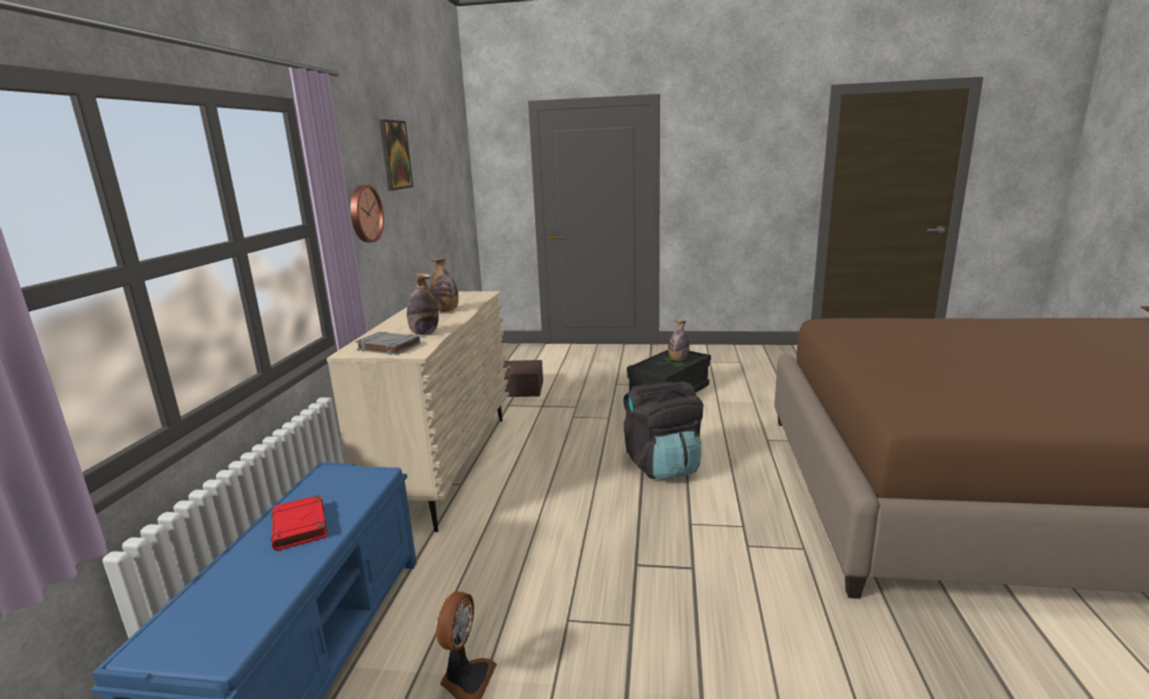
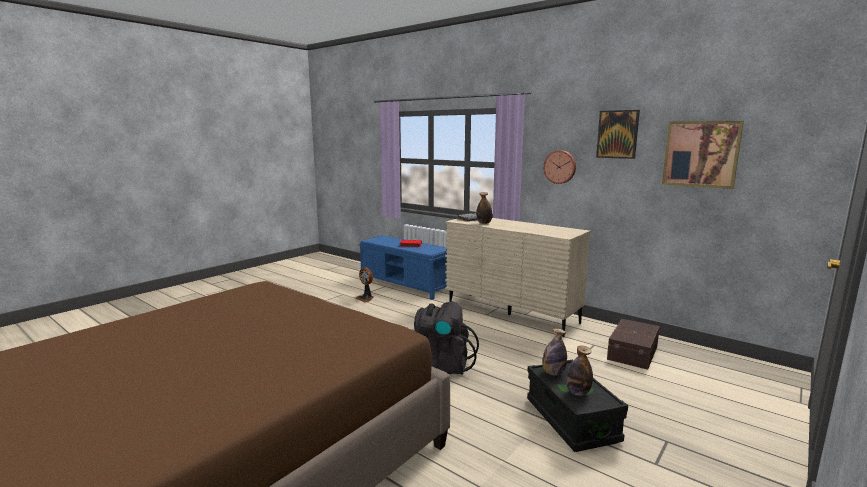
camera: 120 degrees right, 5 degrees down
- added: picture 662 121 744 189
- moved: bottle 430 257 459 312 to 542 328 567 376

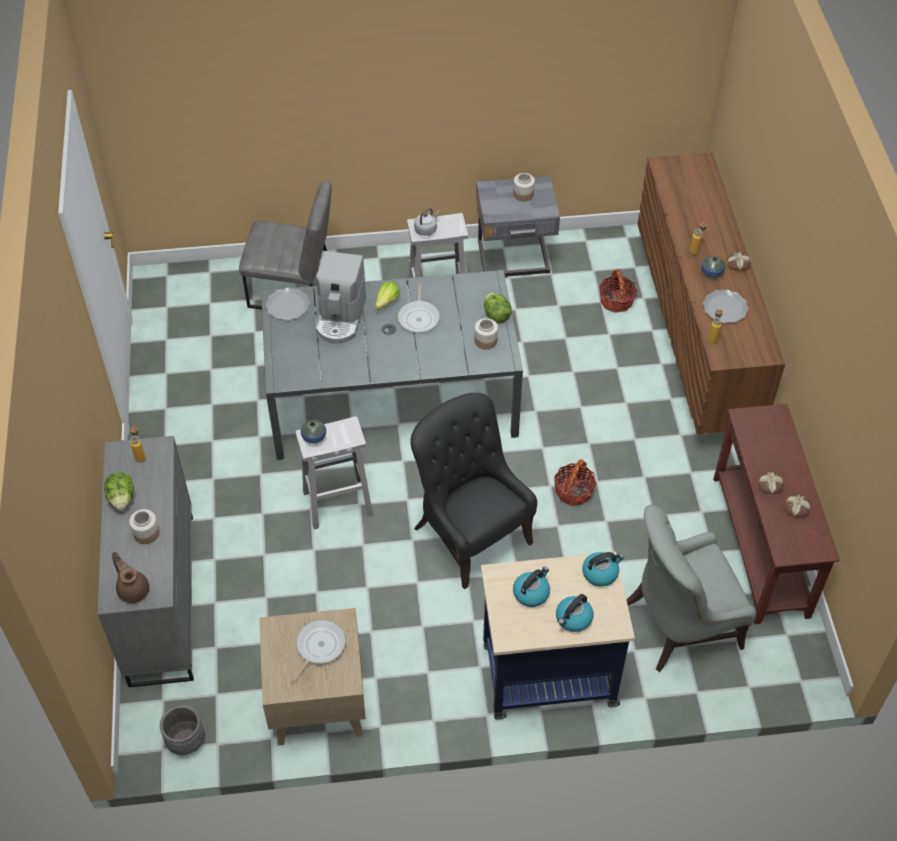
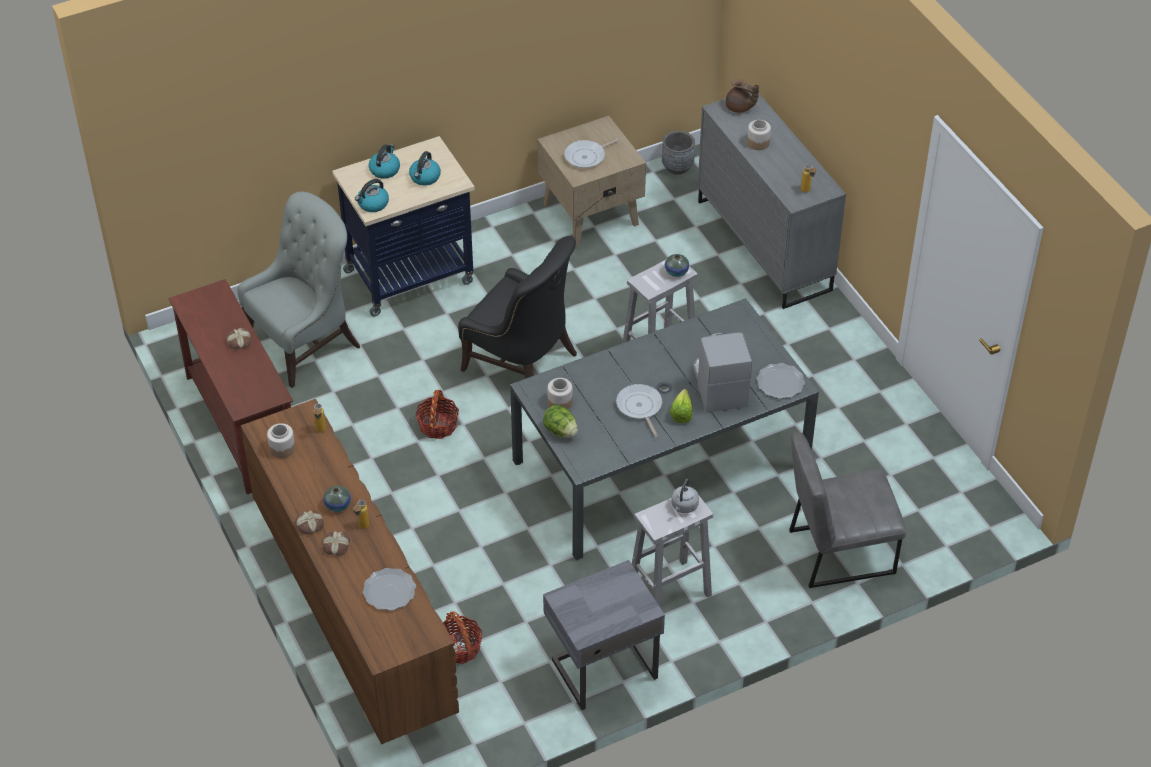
camera: 160 degrees right, 5 degrees down
- removed: lettuce 104 472 134 510
- moved: jar 513 173 535 201 to 267 423 295 458
- moved: plate 703 290 749 323 to 363 568 416 611
- moved: bread 784 494 811 518 to 323 531 350 556
- turned: frying pan 290 620 346 684 = 564 138 621 168 45 degrees clockwise

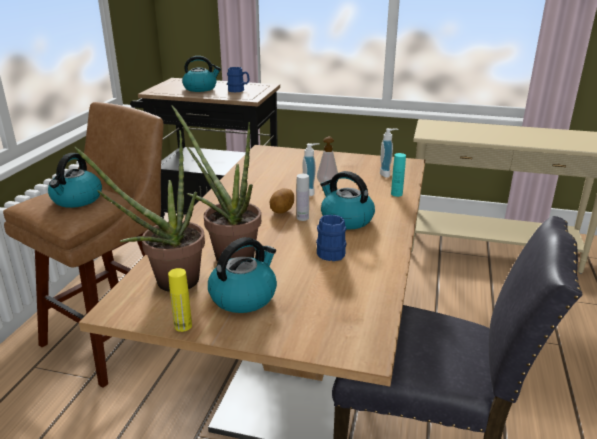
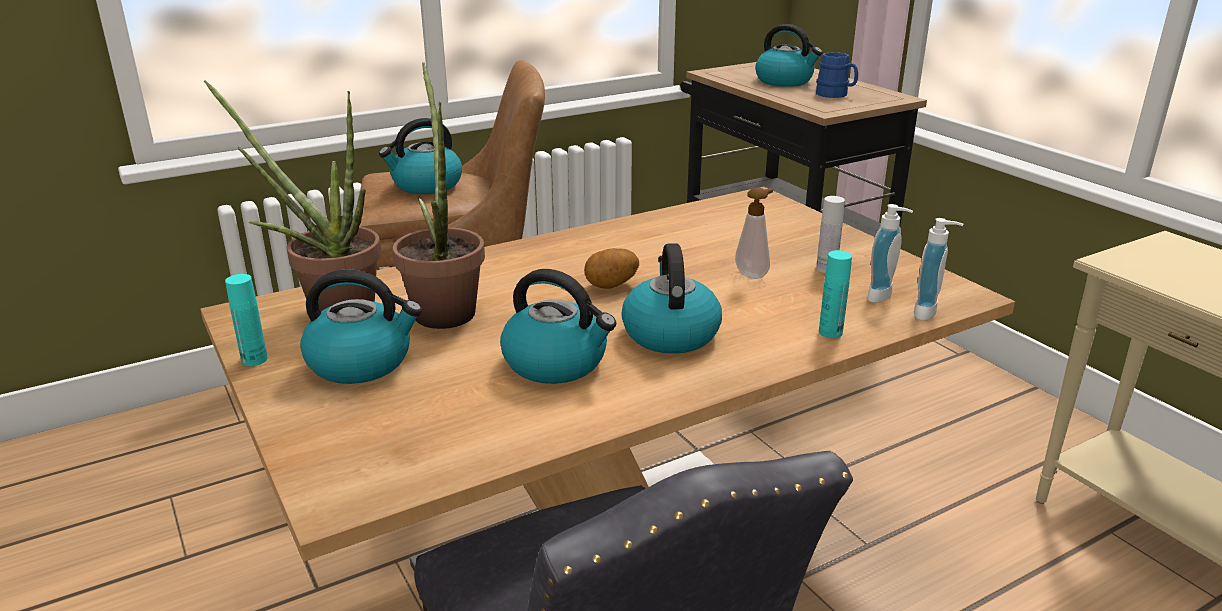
camera: 45 degrees right, 0 degrees up
- moved: bottle/white 296 174 309 221 to 816 196 845 273
- moved: soap dispenser 303 143 320 196 to 914 218 964 320
- replaced: mug/blue 316 215 347 261 to kettle 500 269 616 384
- recoloured: bottle/yellow 168 268 192 332 to bottle/turquoise 225 274 268 366

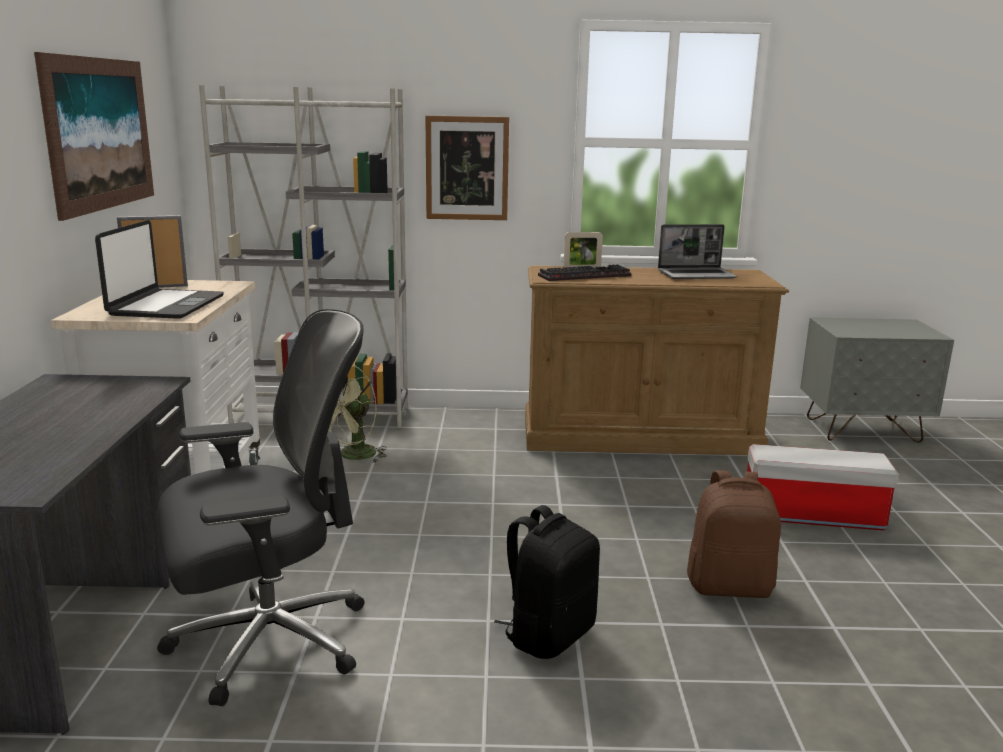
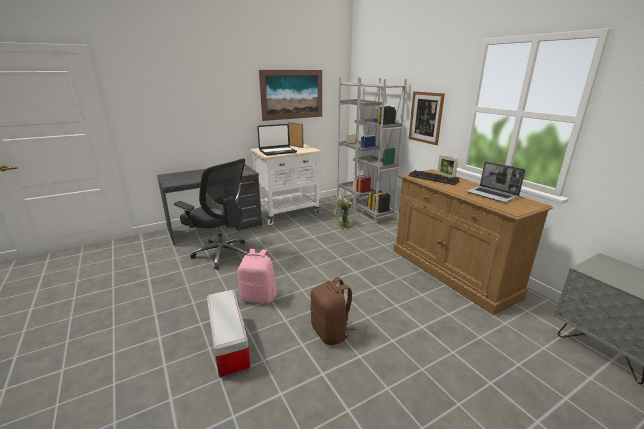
camera: 60 degrees right, 5 degrees up
- moved: storage box 747 444 899 530 to 207 290 251 378
- recoloured: backpack/black 494 505 600 659 to backpack/pink 237 249 276 303

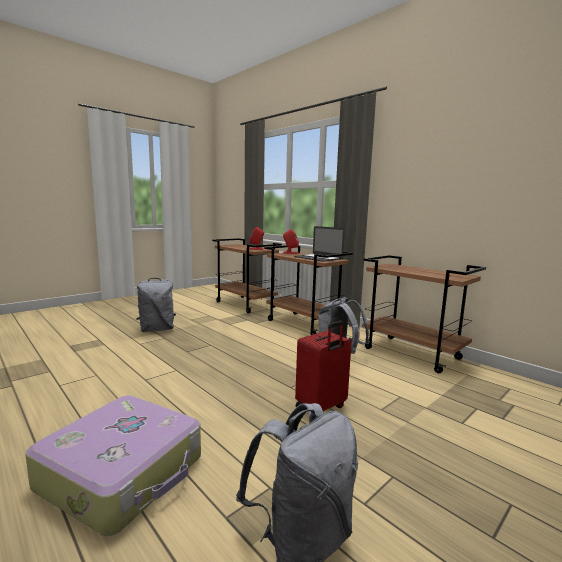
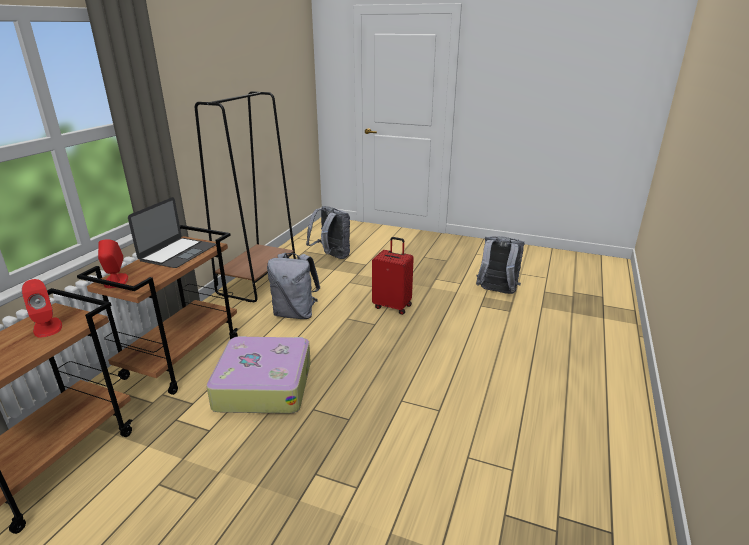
camera: 115 degrees left, 15 degrees up
- moved: suitcase 25 396 201 536 to 206 336 311 414
- moved: backpack/grey 136 278 176 332 to 306 206 350 259
- replaced: cart/brown 362 255 486 373 to clothes rack 195 91 296 302

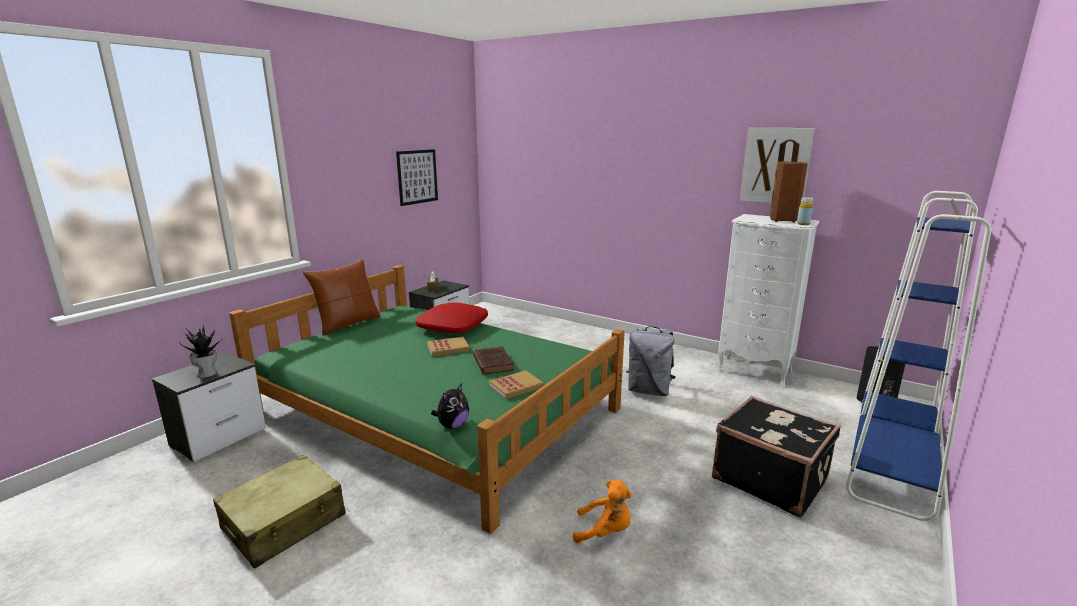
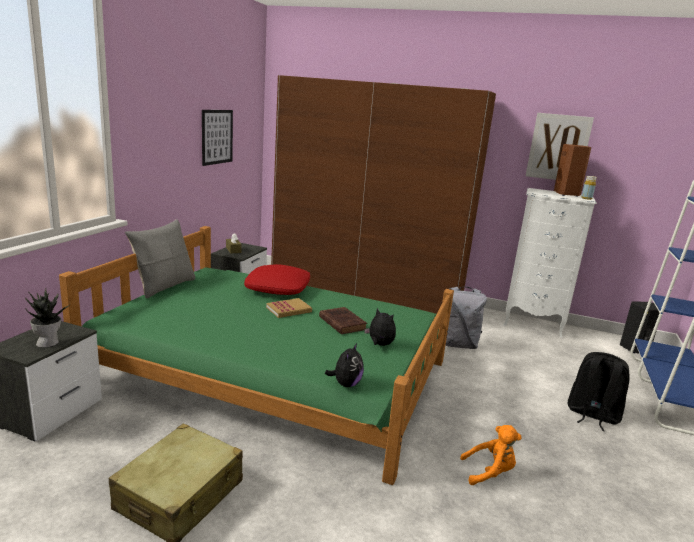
camera: 15 degrees left, 0 degrees up
- added: wardrobe/brown 271 75 496 314
- replaced: book 489 371 544 399 to plush toy 364 308 396 346
- replaced: suitcase/black 712 396 841 518 to backpack/black 568 352 630 431
- recoloured: pillow/brown 303 259 381 335 to pillow/grey 125 219 195 299

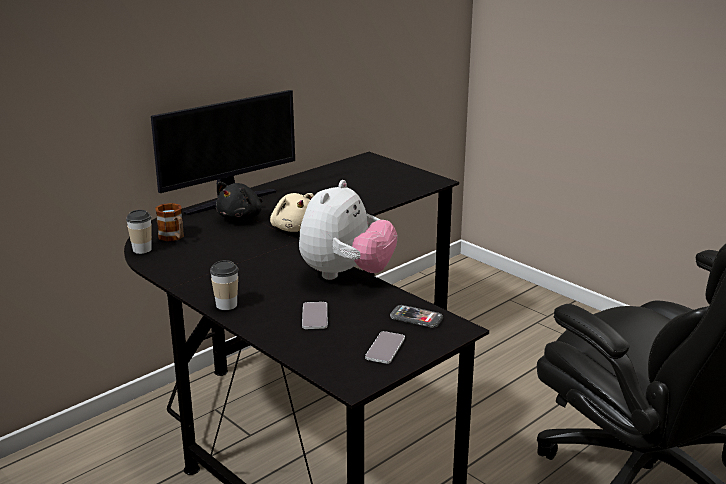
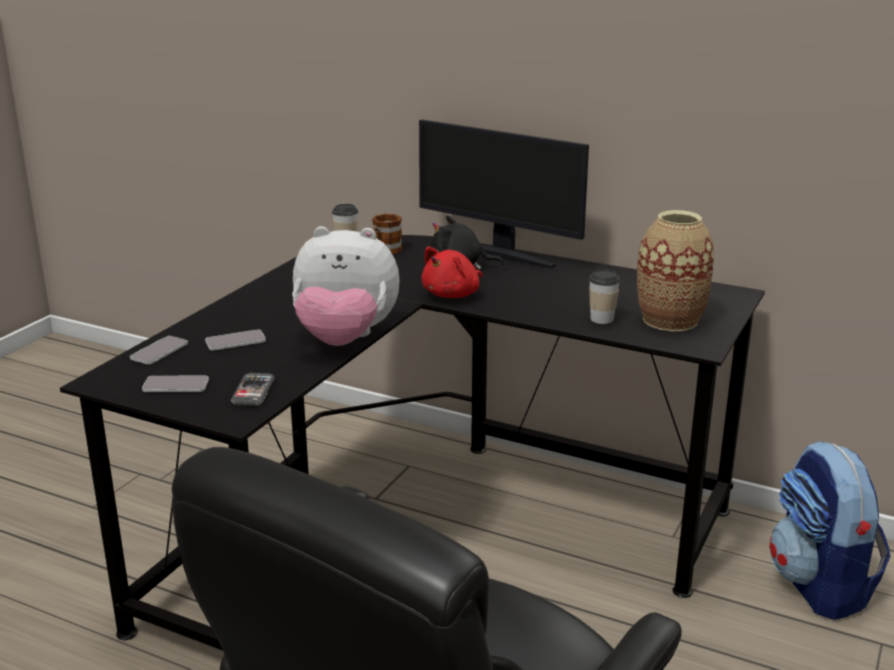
camera: 70 degrees right, 0 degrees up
- added: phone 130 336 188 364
- added: vase 637 210 714 331
- added: backpack 769 441 891 620
- moved: cup 210 260 238 310 to 589 269 620 324
- recoloured: plush toy/beige 270 193 314 232 to plush toy/red 422 247 483 298

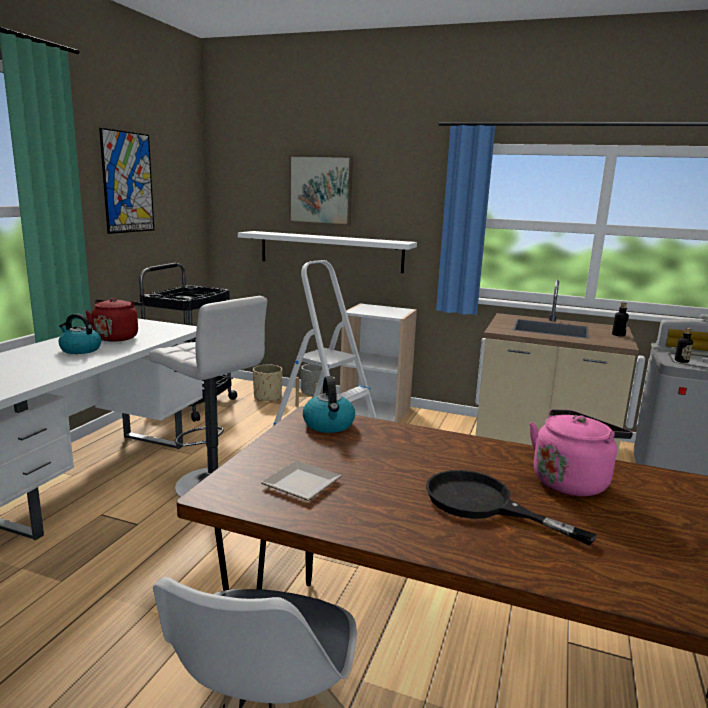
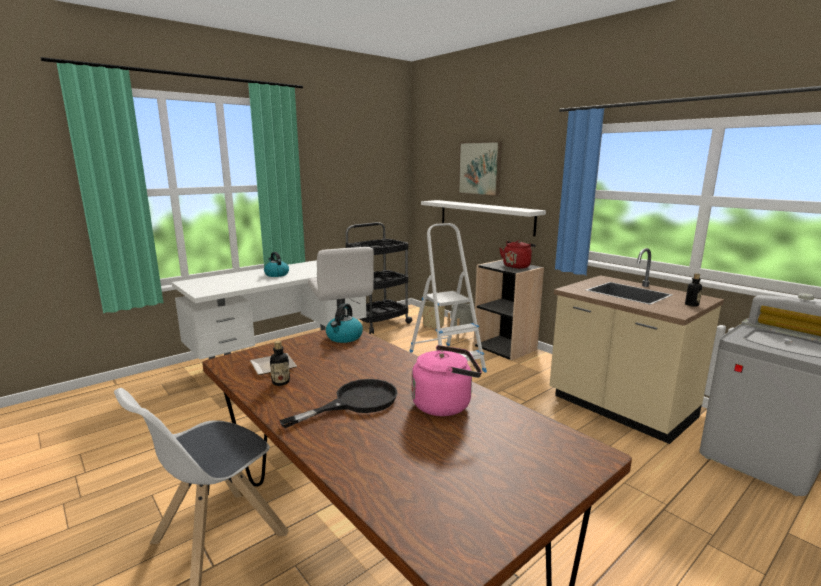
camera: 30 degrees right, 0 degrees up
- removed: picture 99 128 154 234
- moved: kettle/red 85 298 143 342 to 500 240 536 269
- moved: bottle 675 328 693 363 to 270 341 290 386
- recoloured: bookcase/white 340 304 417 422 to bookcase/black 473 260 544 360
- turned: frying pan/black 426 470 597 545 = 279 379 398 428 75 degrees clockwise

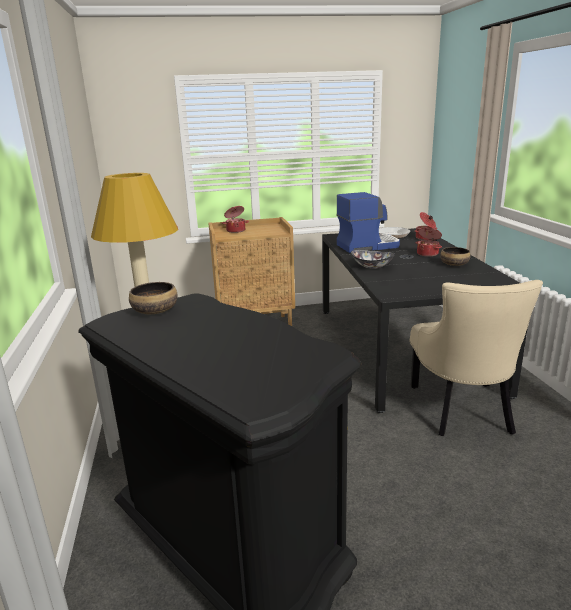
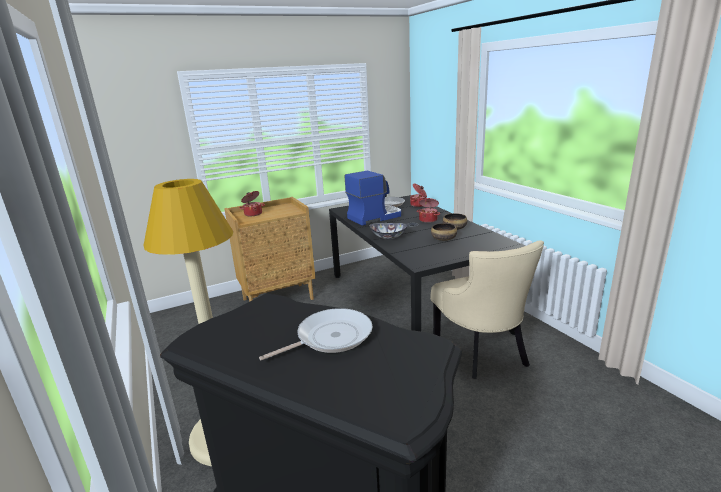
camera: 15 degrees left, 0 degrees up
- added: frying pan 259 308 373 361
- moved: bowl 129 282 178 314 to 431 223 457 241

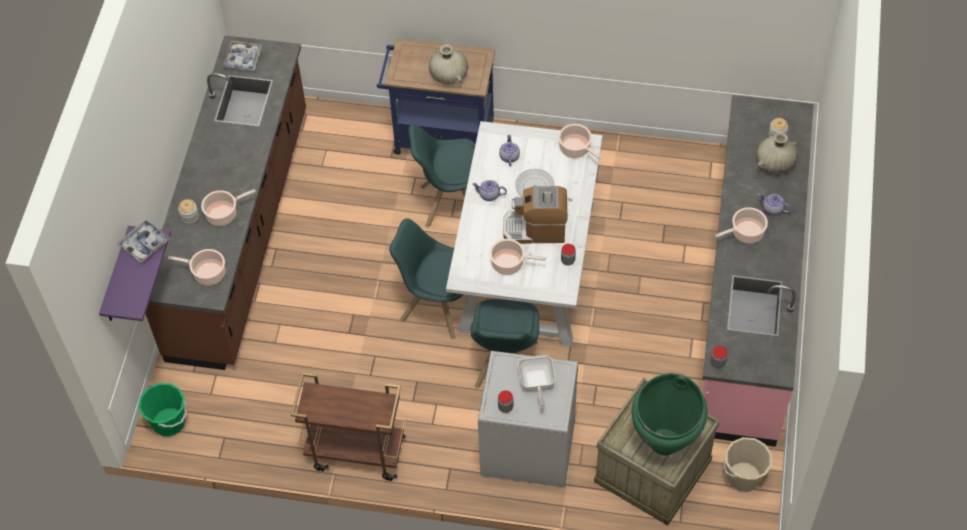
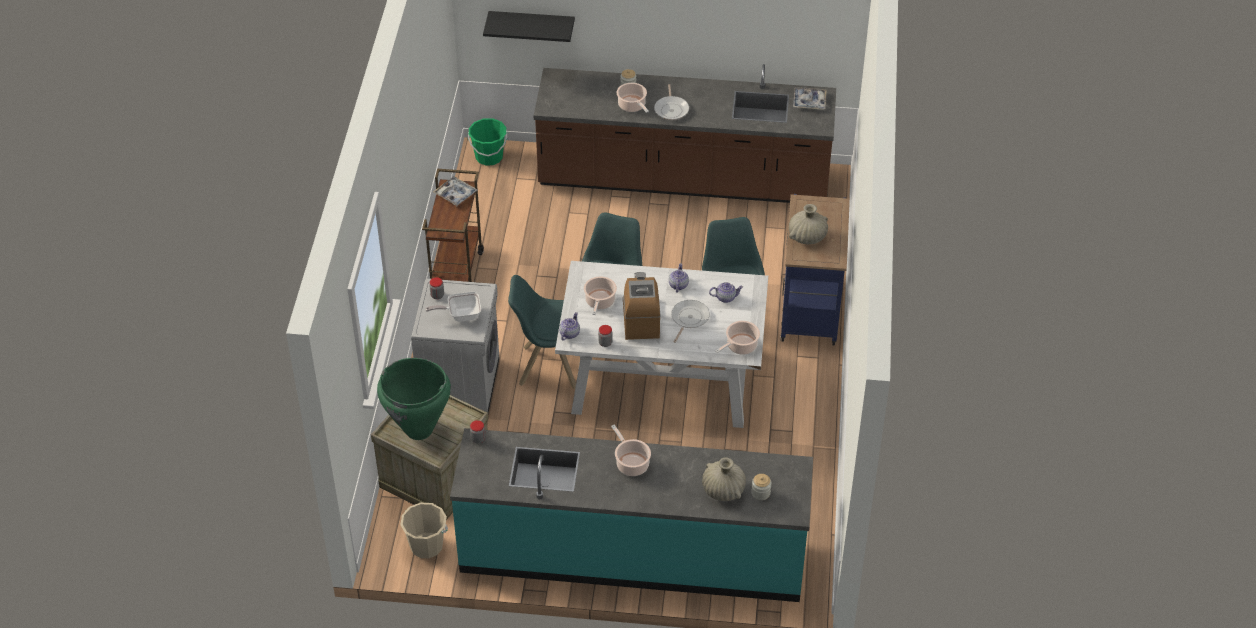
camera: 85 degrees right, 10 degrees down
- removed: cooking pot 168 249 225 286
- added: frying pan 654 84 689 120
- moved: tray 118 219 170 263 to 433 177 477 206
- moved: teapot 758 193 791 216 to 559 312 580 341
- recoloured: shelf/purple 99 226 171 321 to shelf/black 483 11 575 42
- recoloured: counter/pink 703 95 814 447 to counter/turquoise 450 428 813 602

